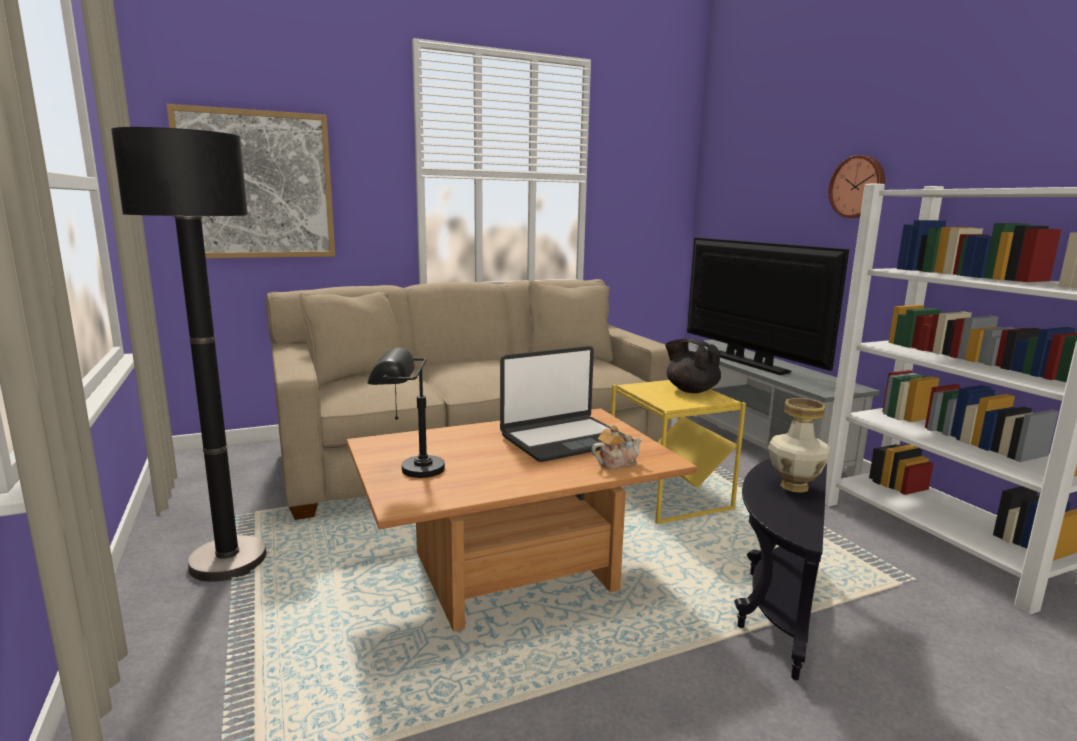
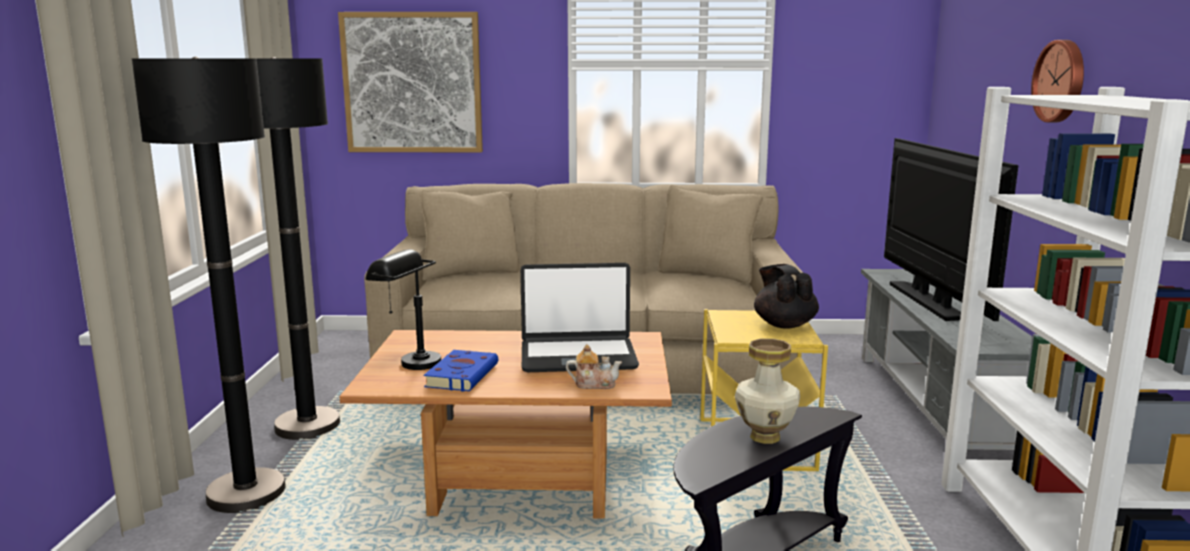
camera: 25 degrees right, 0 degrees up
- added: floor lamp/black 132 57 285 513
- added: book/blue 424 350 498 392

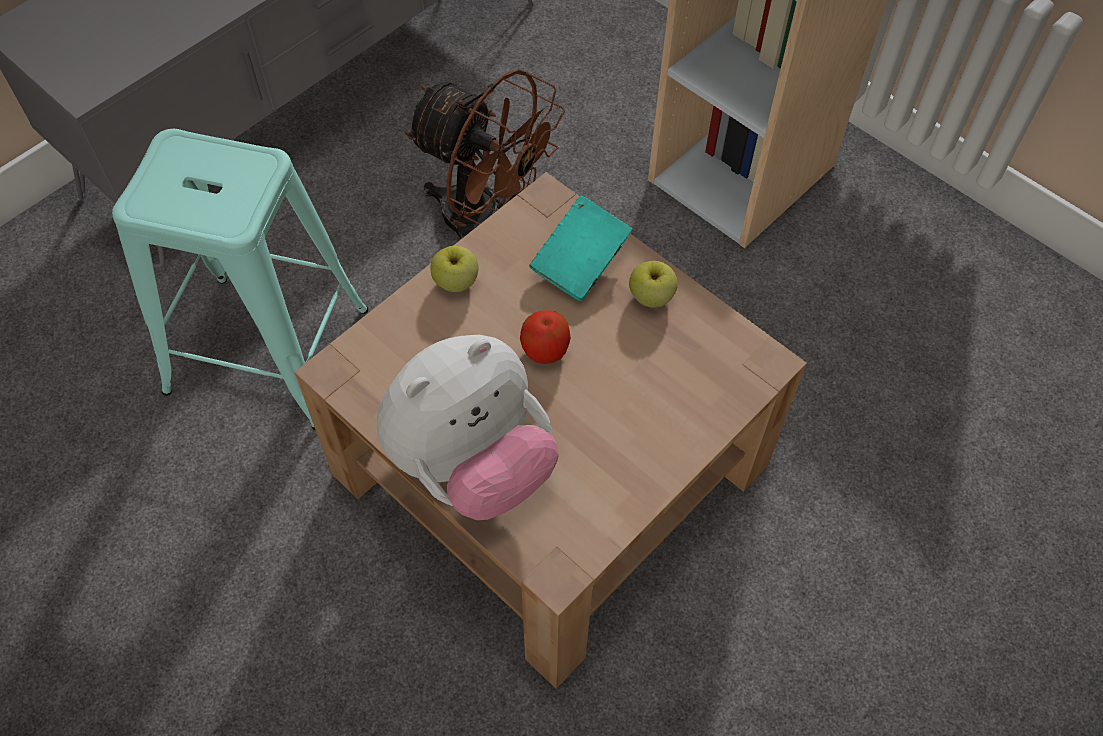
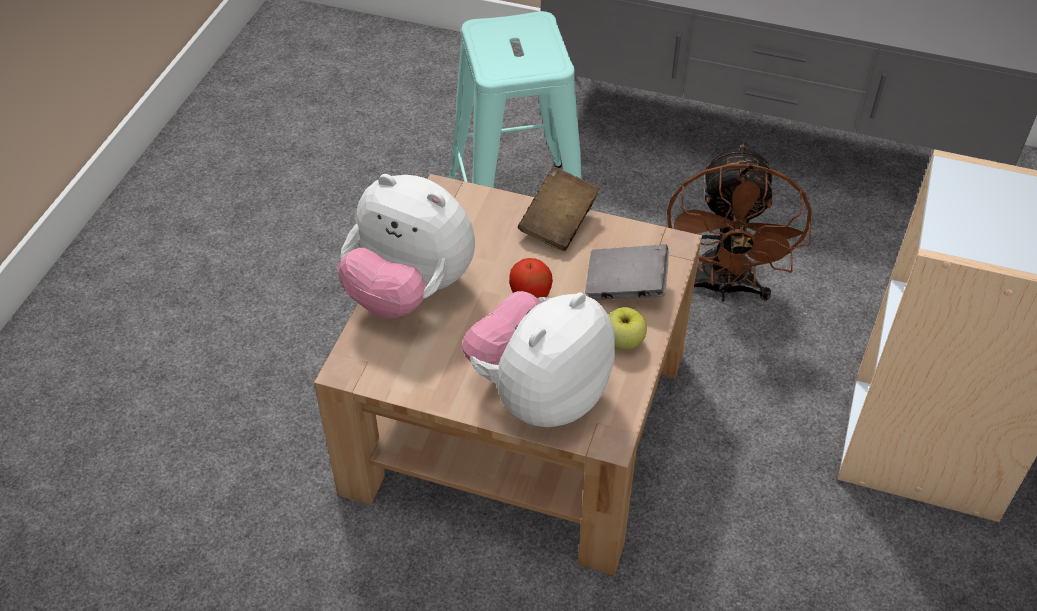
camera: 65 degrees right, 10 degrees down
- added: plush toy 462 291 615 427
- replaced: apple 431 246 478 292 to book/brown 518 167 600 251
- recoloured: book/turquoise 529 196 632 301 to book/grey 585 244 669 300

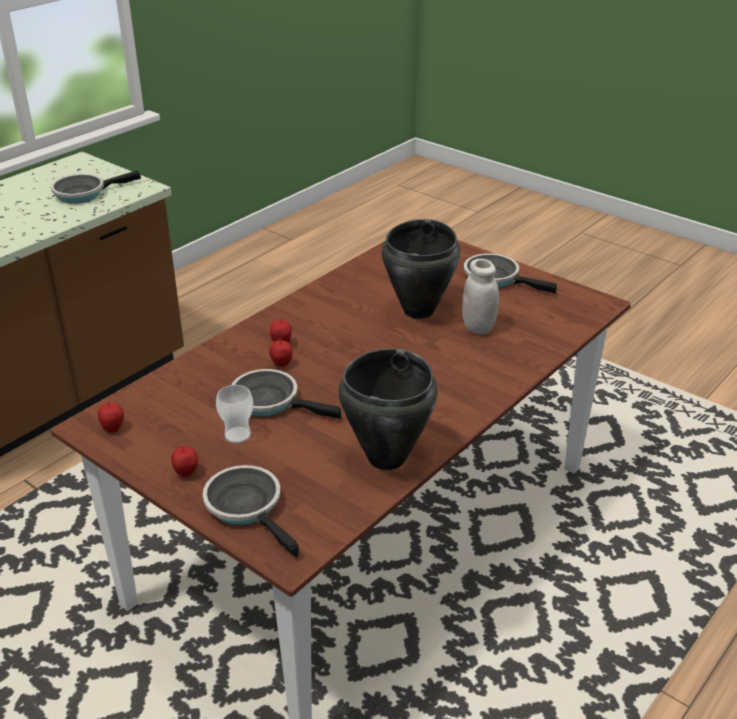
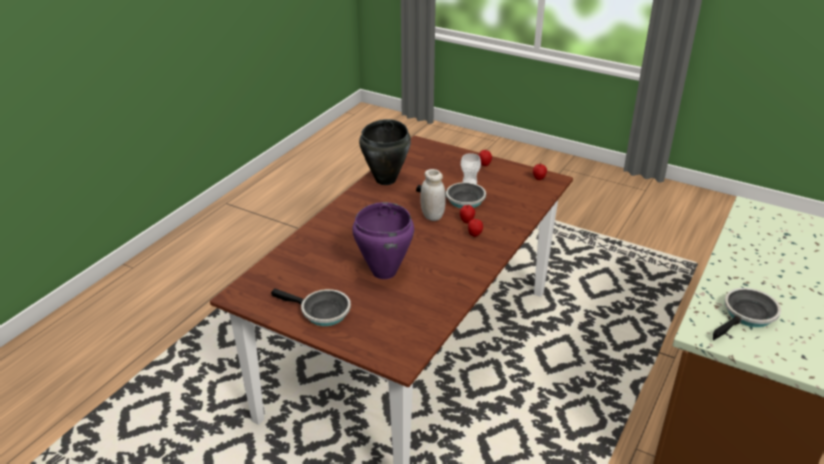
camera: 170 degrees right, 0 degrees up
- removed: frying pan 203 465 299 558
- moved: jar/white 462 259 499 334 to 420 169 446 221
- recoloured: cooking pot/black 382 219 460 319 to cooking pot/purple 352 202 414 279

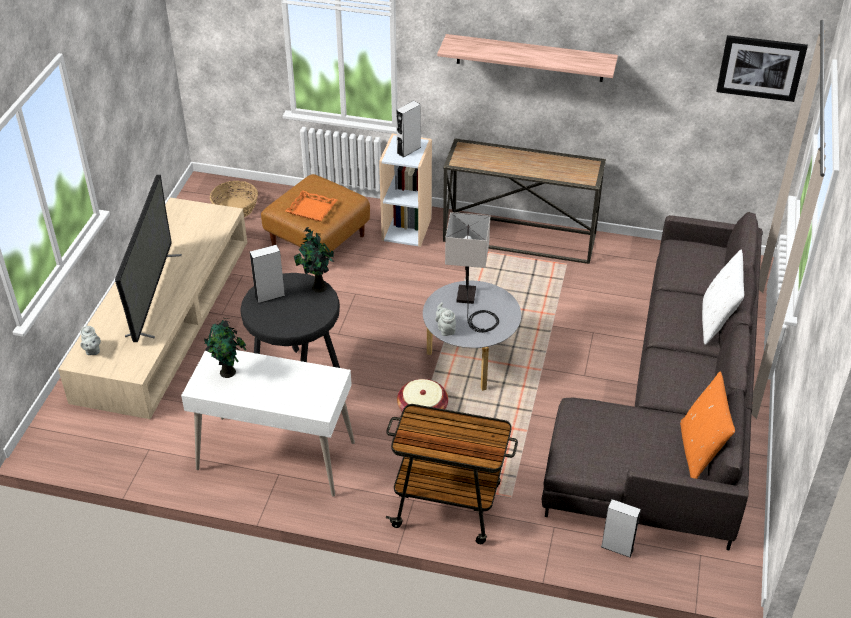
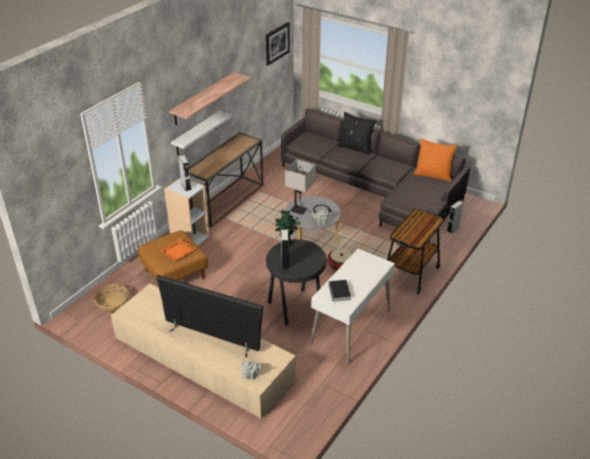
camera: 70 degrees left, 5 degrees down
- added: shelf/white 171 111 232 155
- replaced: potted plant 204 318 246 378 to book 329 280 351 305
- recoloured: pillow/white 702 250 744 345 to pillow/black 337 112 376 155

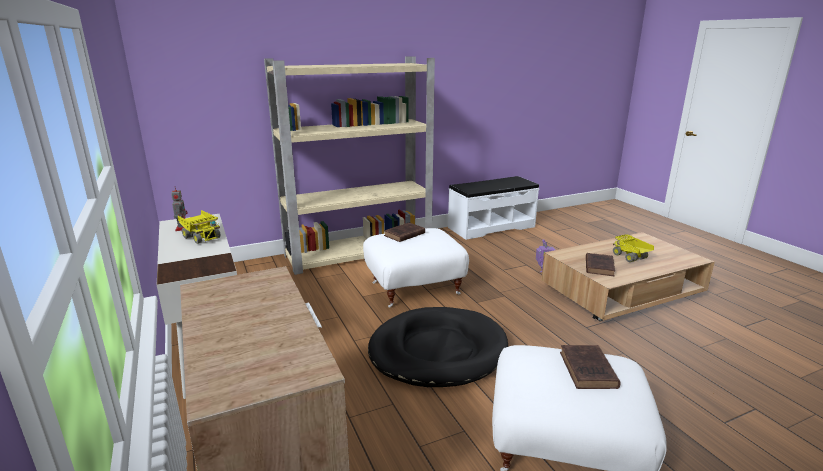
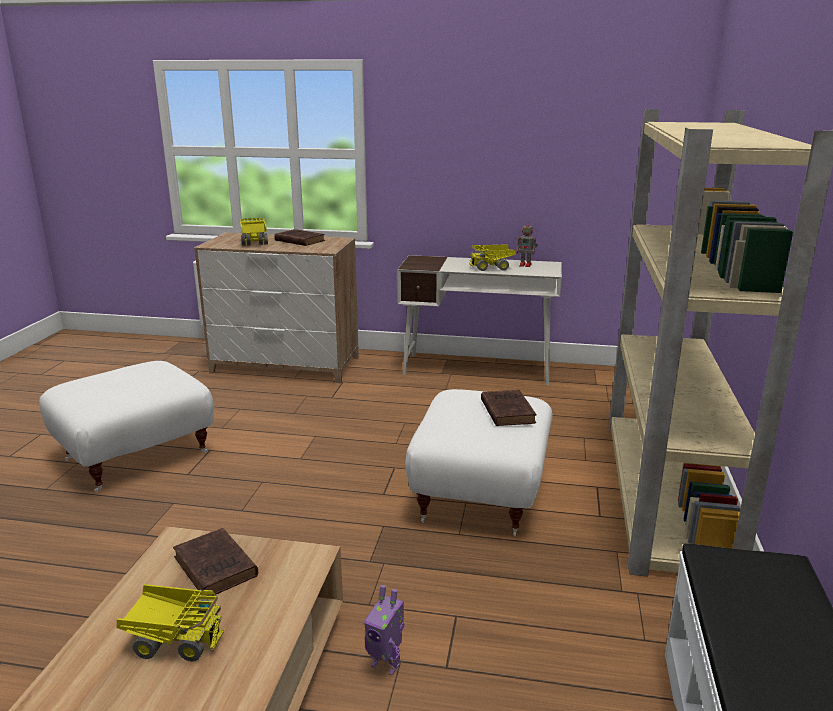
camera: 125 degrees right, 0 degrees up
- removed: dog bed/black 368 307 508 387
- added: toy truck 240 218 268 246
- moved: book/brown 560 345 621 389 to 275 229 325 246

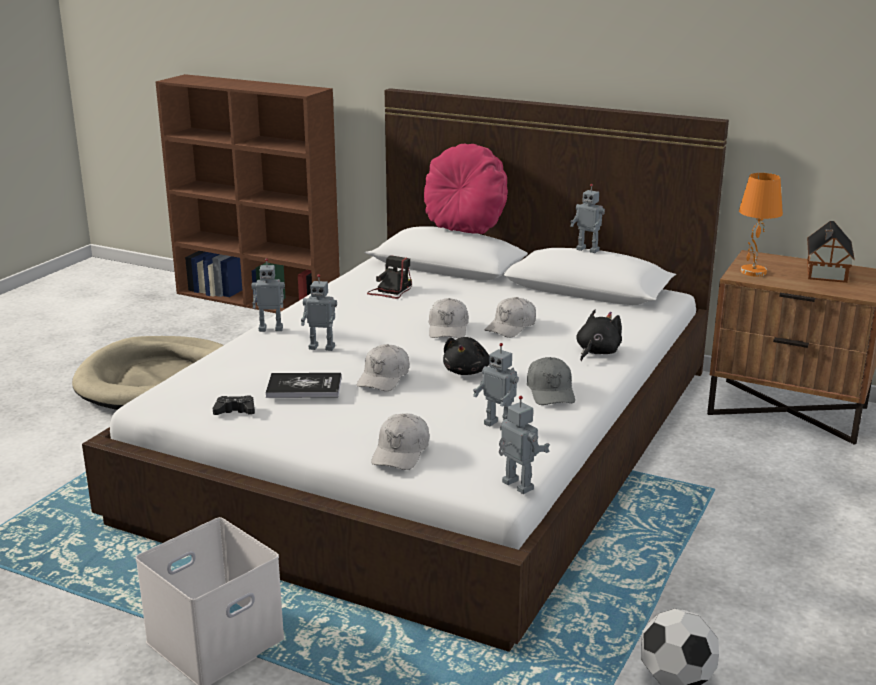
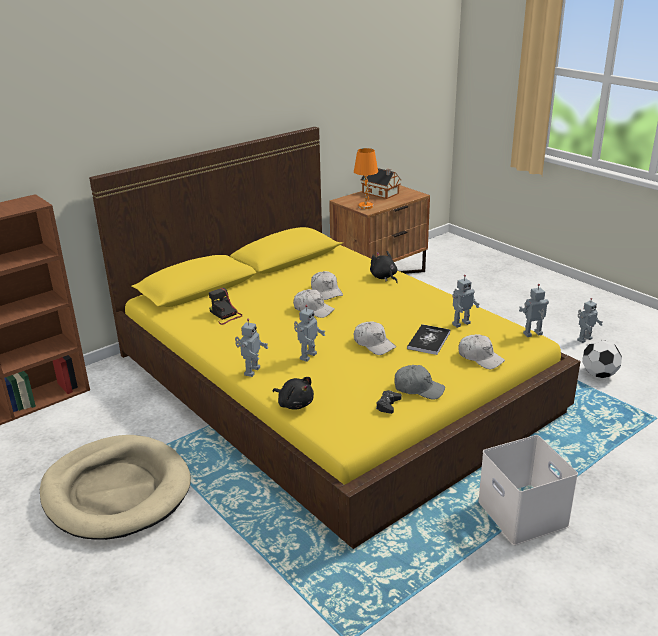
camera: 65 degrees left, 5 degrees up
- removed: pillow/pink 424 143 508 234
- moved: book 266 373 341 398 to 407 324 450 355
- moved: plush toy/black 443 337 489 375 to 273 377 314 410
- moved: cap/grey 527 357 575 405 to 394 365 445 400
- moved: toy robot 570 184 605 253 to 577 298 603 343
- recoloured: bed/white 82 88 729 652 to bed/yellow 89 127 581 549

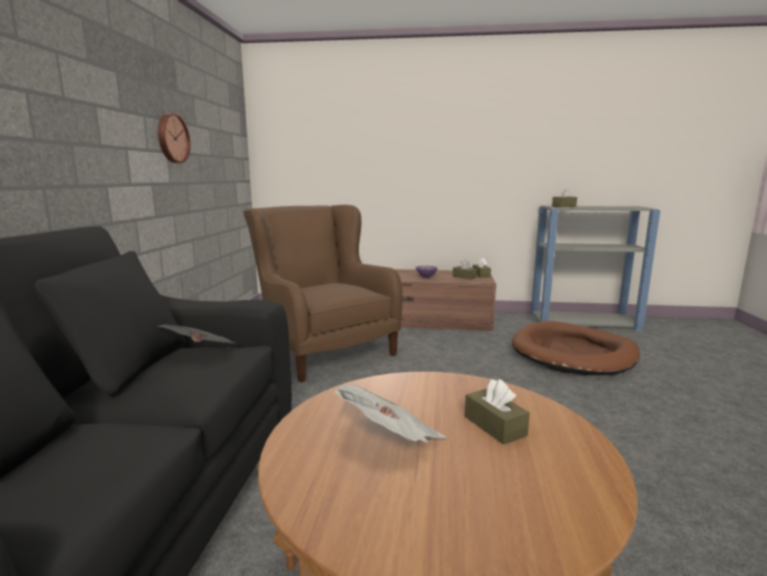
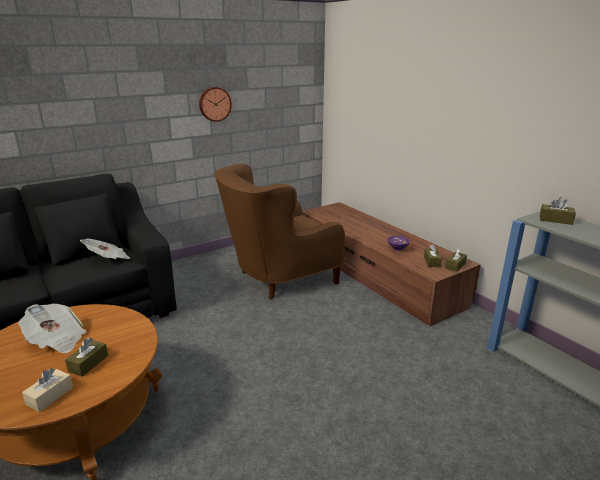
camera: 50 degrees right, 10 degrees up
- removed: dog bed/brown 512 321 640 375
- added: tissue box/beige 22 368 73 412
- turned: armchair/brown 243 205 403 382 = 215 164 345 299 135 degrees counterclockwise

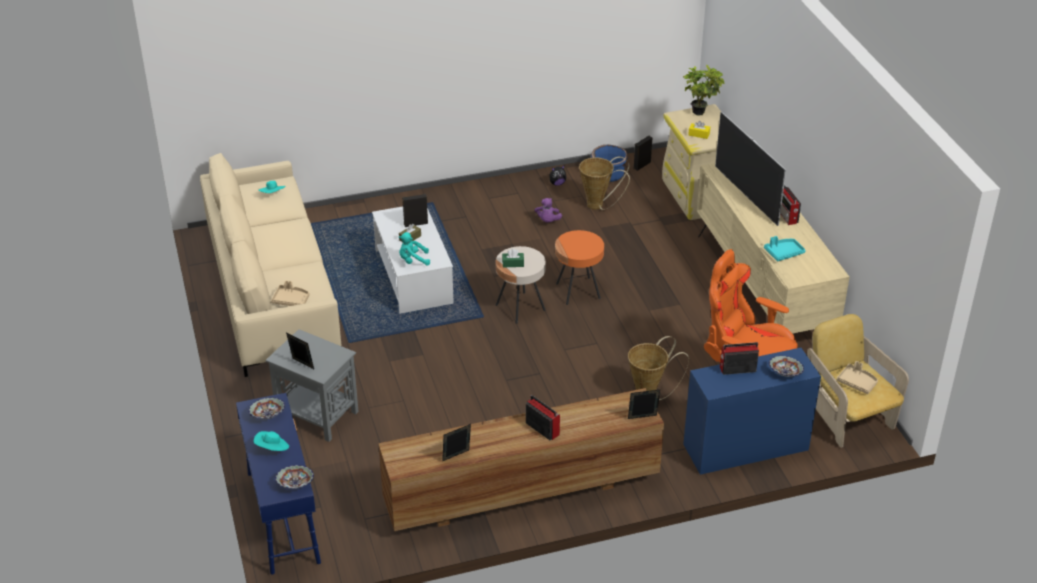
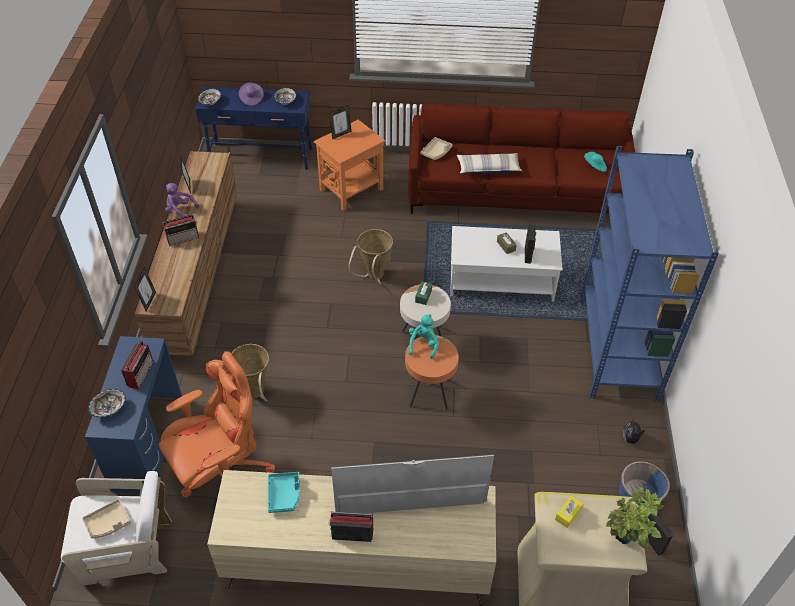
camera: 110 degrees right, 10 degrees up
- added: pillow 457 153 522 174
- added: bookcase/blue 580 146 719 402
- moved: plush toy/turquoise 399 232 430 265 to 408 314 439 359
- moved: plush toy/purple 535 198 562 223 to 166 183 199 217
- moved: basket 579 157 630 210 to 349 229 393 284
- recoloured: sofa/beige 200 153 341 377 to sofa/red 409 103 635 214
- recoloured: hat/turquoise 254 431 289 451 to hat/purple 239 83 264 106
- recoloured: side table/grey 265 329 359 442 to side table/orange 314 120 385 211
- recoloured: armchair/yellow 807 314 909 448 to armchair/white 61 471 172 585

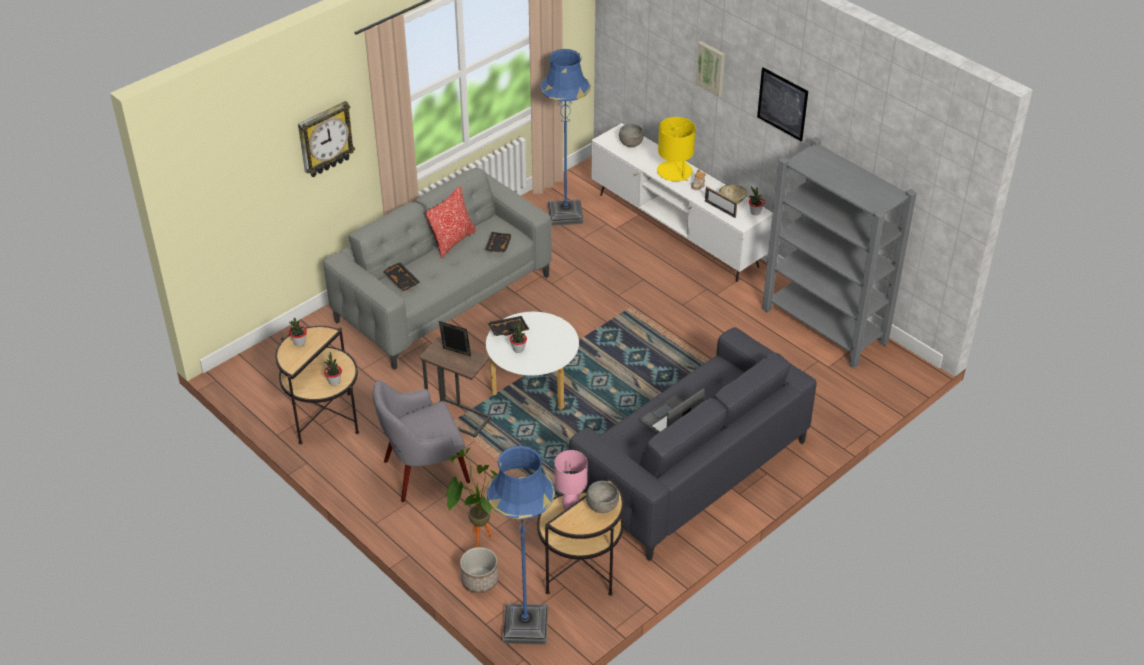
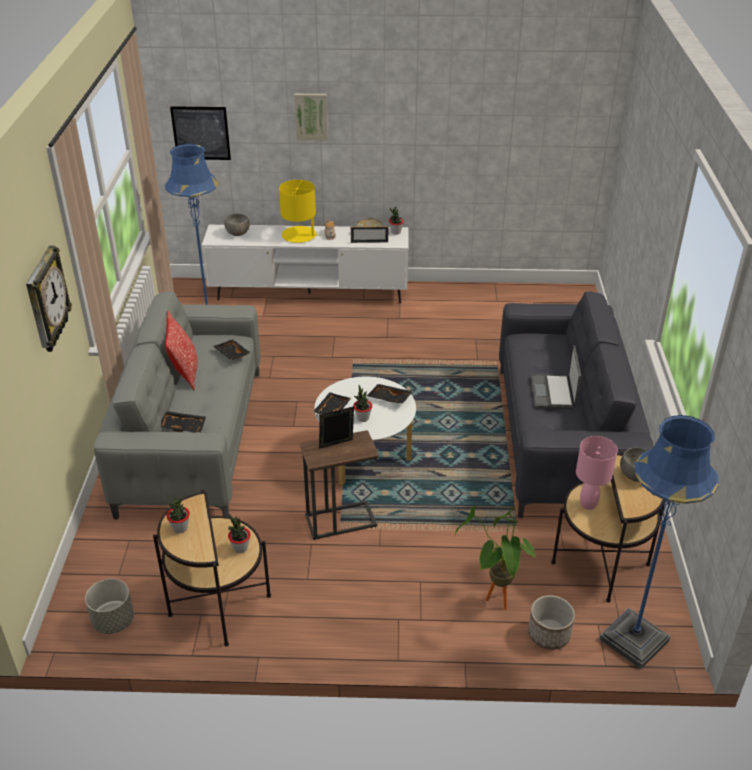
camera: 45 degrees left, 5 degrees down
- removed: armchair/grey 373 380 470 502
- removed: bookcase/grey 762 137 917 368
- added: planter/grey 85 579 134 634
- added: tray/black 367 384 413 404
- moved: picture 757 67 808 142 to 170 106 231 160

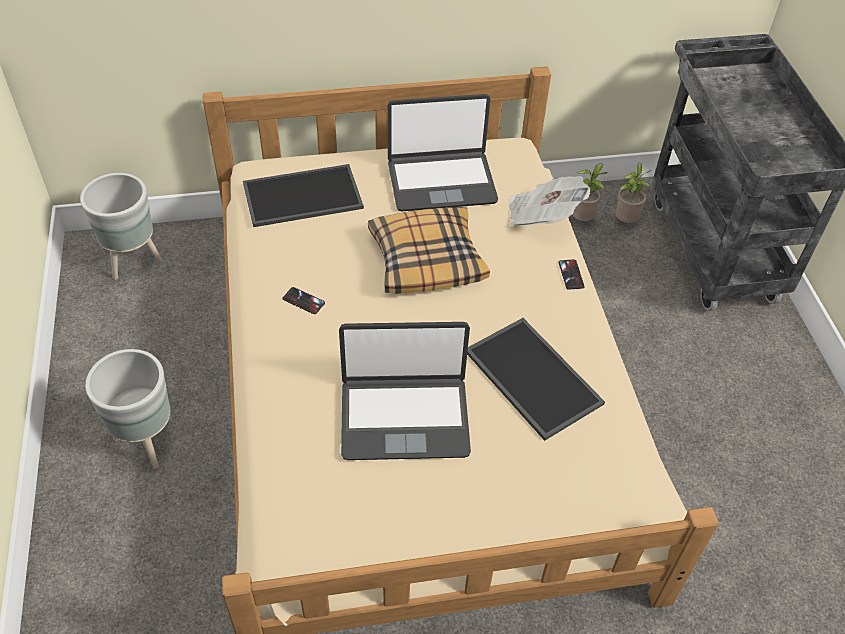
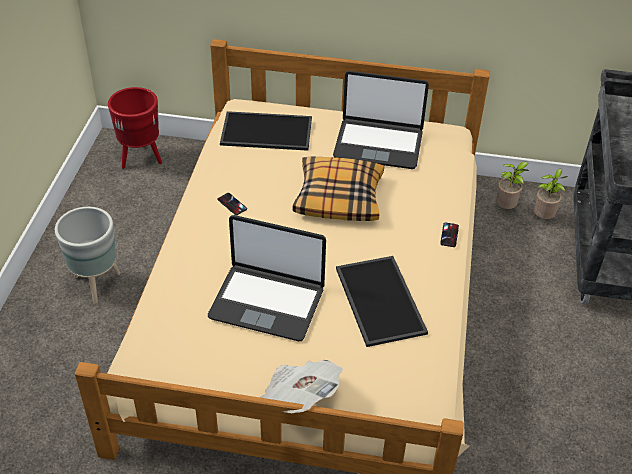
camera: 20 degrees right, 5 degrees down
- moved: newspaper 508 176 590 226 to 260 360 343 413
- recoloured: planter/grey 80 173 163 280 to planter/red 108 87 162 169

